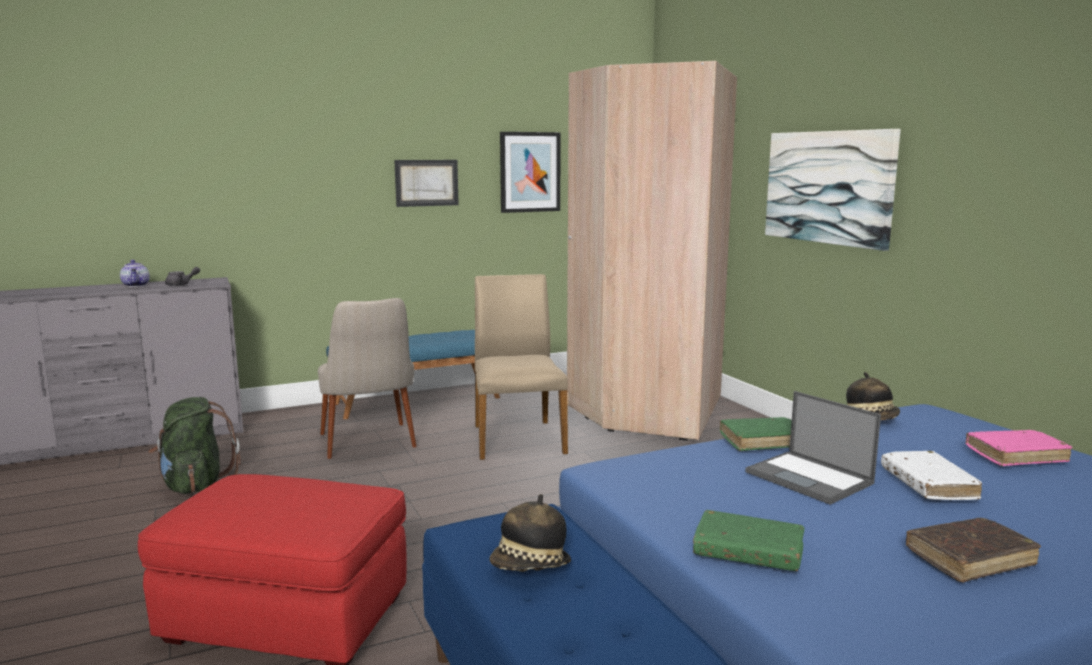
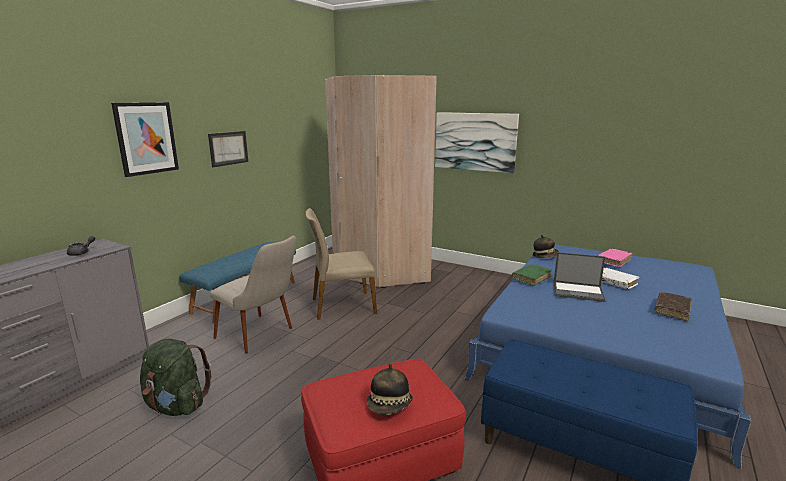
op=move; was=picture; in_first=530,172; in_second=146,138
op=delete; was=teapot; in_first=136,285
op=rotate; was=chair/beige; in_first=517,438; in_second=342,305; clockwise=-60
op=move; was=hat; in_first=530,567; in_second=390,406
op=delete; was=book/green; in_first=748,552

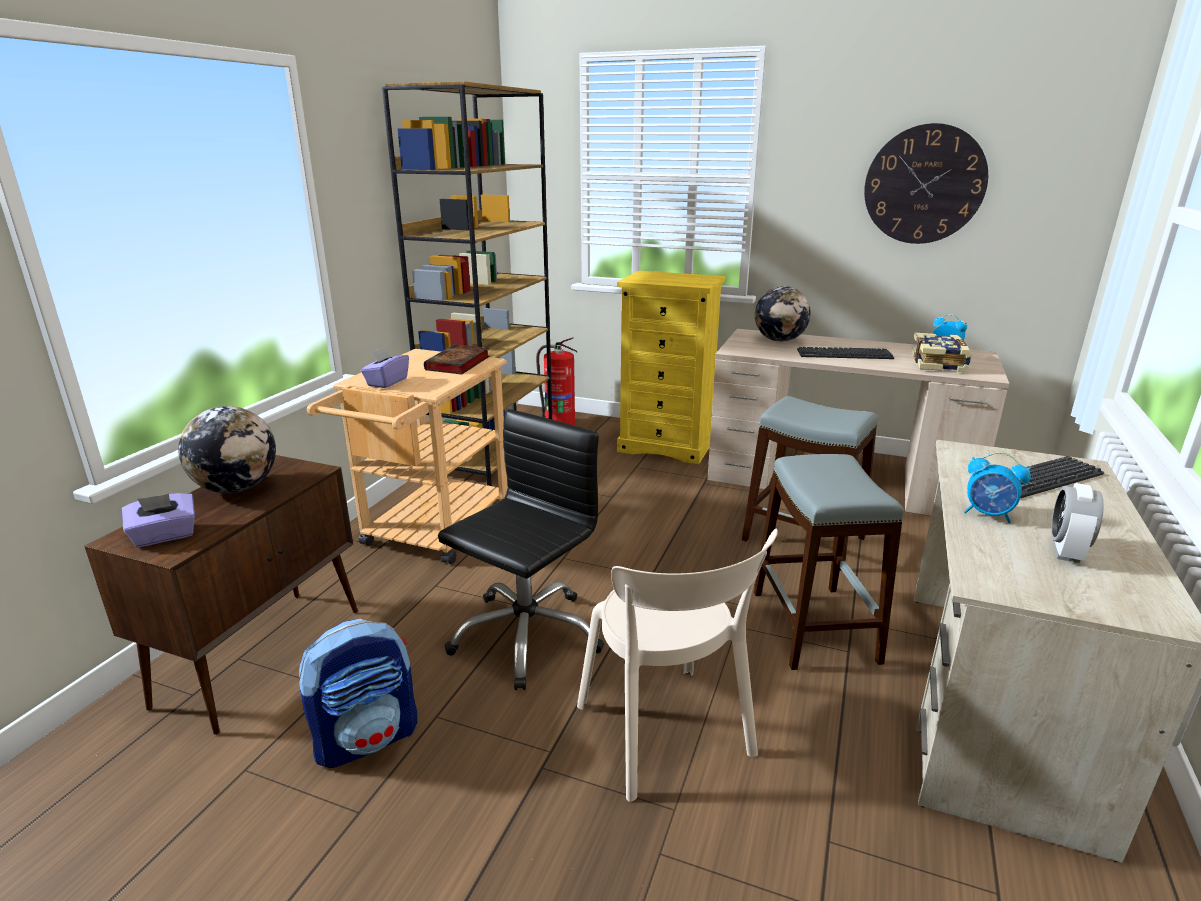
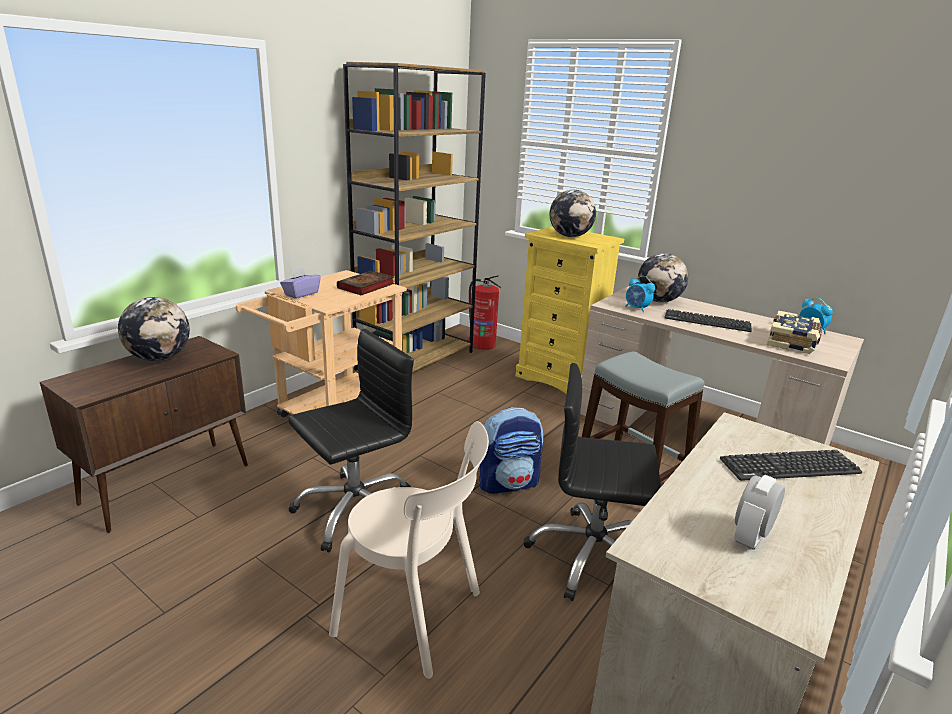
op=delete; was=wall clock; in_first=924,185
op=move; was=alarm clock; in_first=988,514; in_second=637,308
op=replace; was=stool/grey; now=office chair/black; in_first=813,626; in_second=591,556
op=delete; was=tissue box/purple; in_first=165,536
op=rotate; was=chair/beige; in_first=667,735; in_second=414,616; clockwise=-60
op=move; was=backpack; in_first=367,738; in_second=508,483
op=insert; now=globe; in_second=570,236

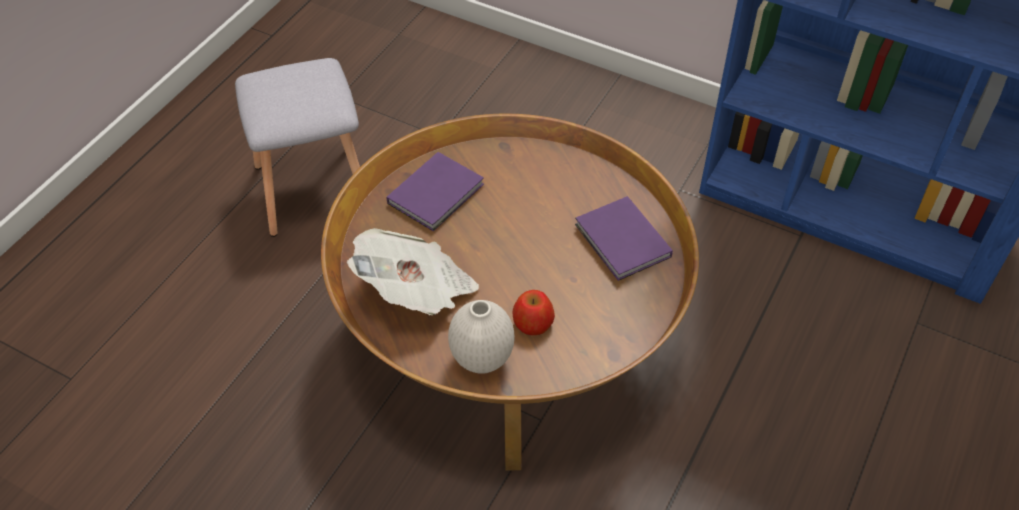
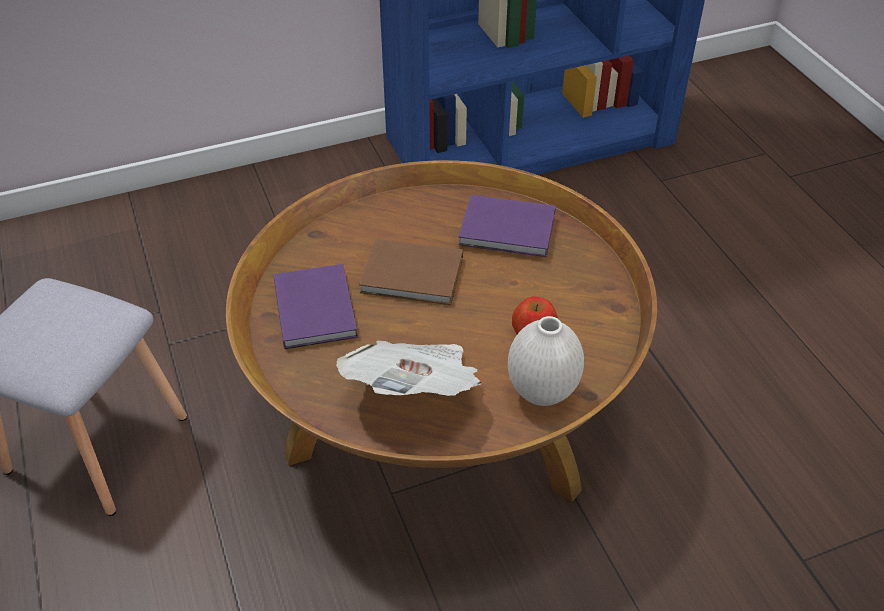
op=insert; now=book/brown; in_second=414,276

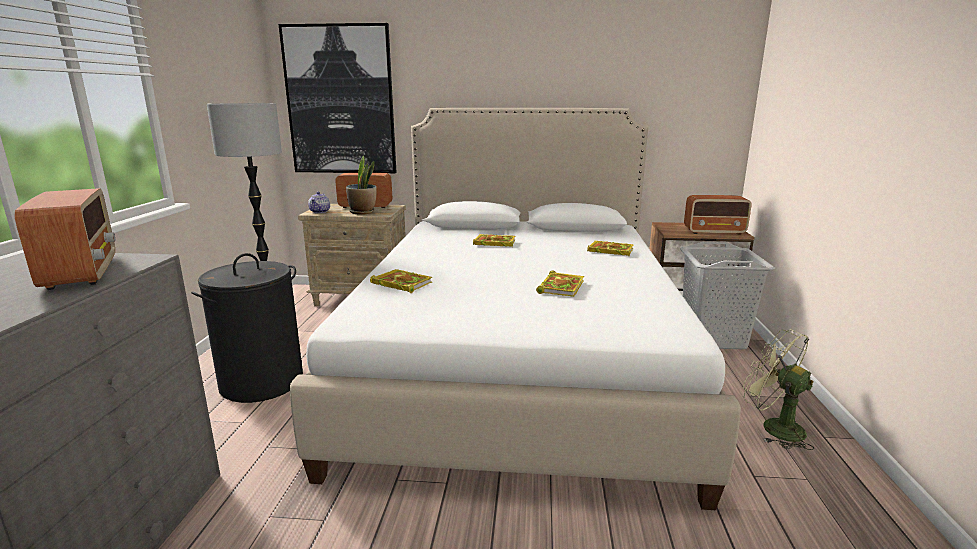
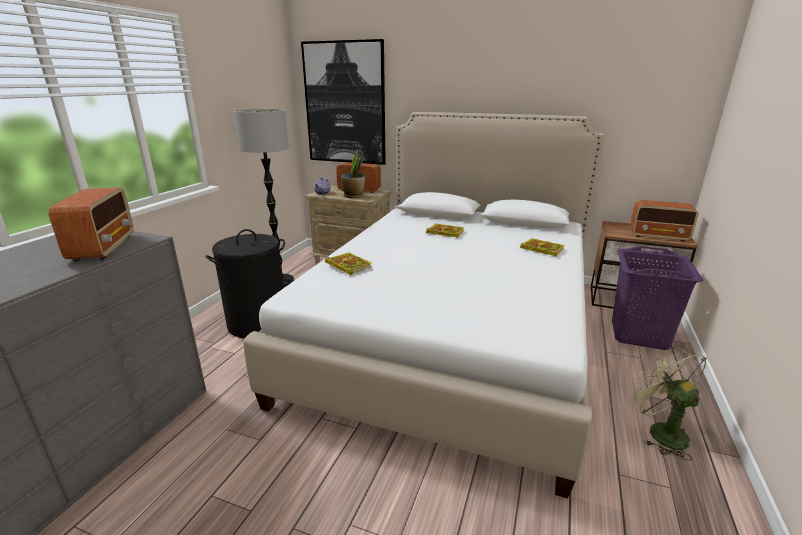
op=recolor; was=laundry basket/grey; now=laundry basket/purple; in_first=713,338; in_second=639,334
op=delete; was=book; in_first=560,287

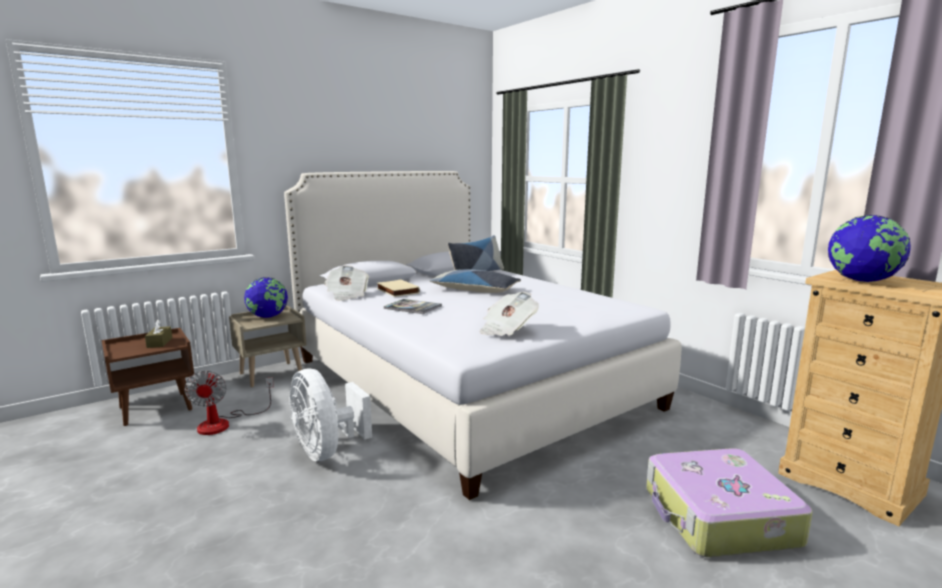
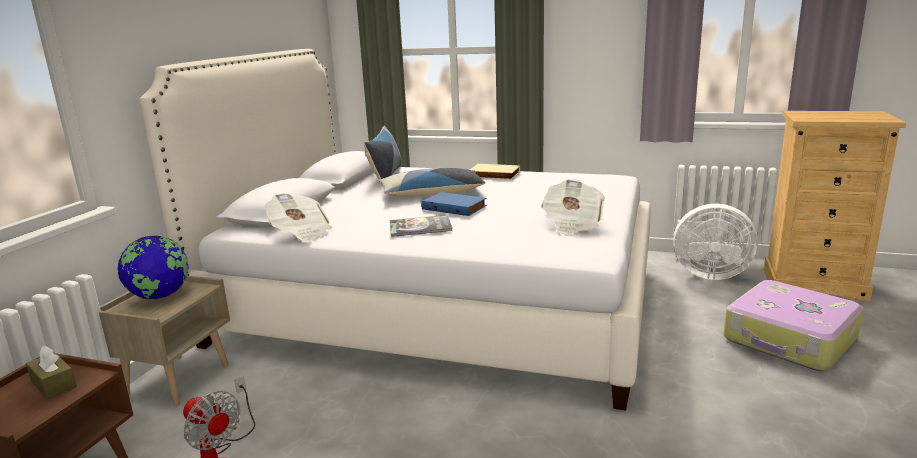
op=delete; was=globe; in_first=862,281
op=move; was=book/beige; in_first=396,291; in_second=493,175
op=move; was=fan/white; in_first=327,450; in_second=707,274
op=insert; now=book/blue; in_second=455,207

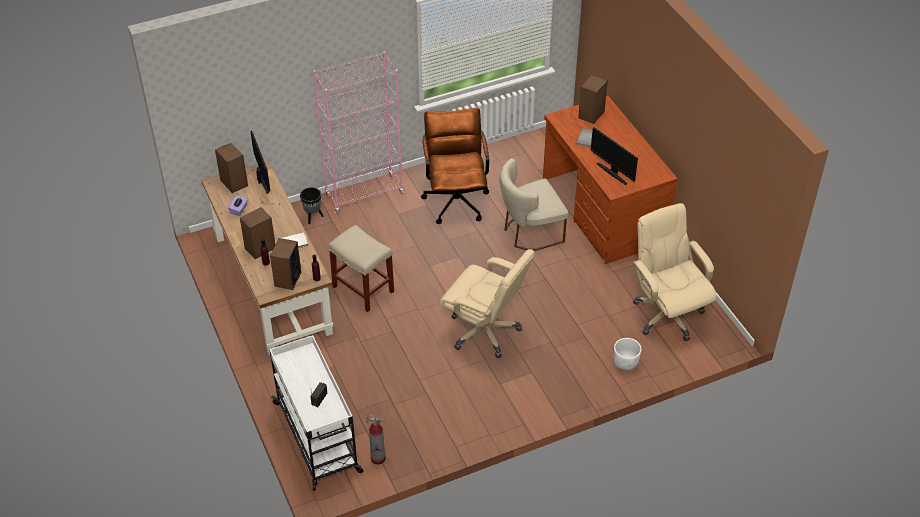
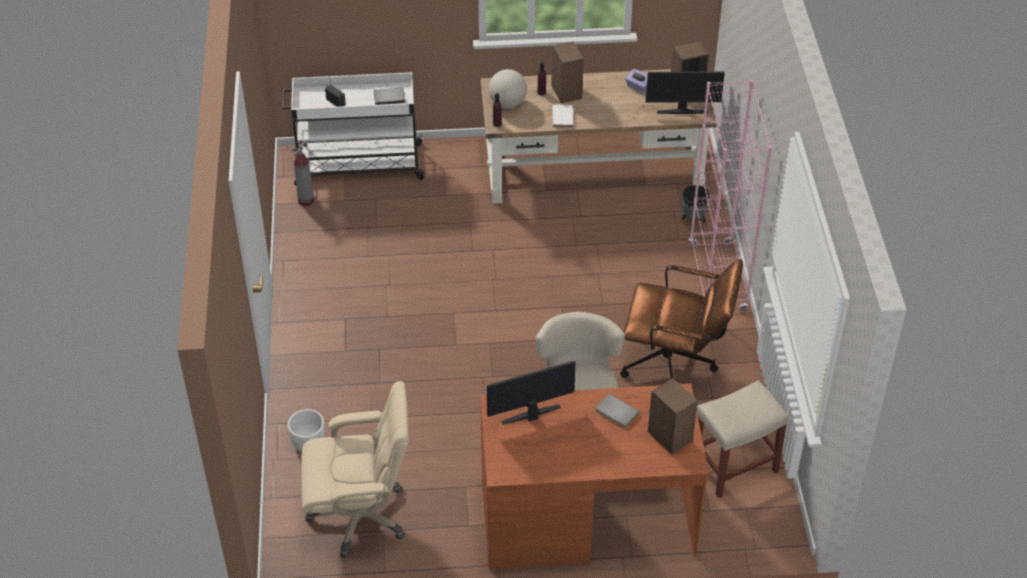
op=move; was=stool/beige; in_first=364,289; in_second=733,467
op=replace; was=speaker; now=globe; in_first=287,279; in_second=508,103
op=delete; was=office chair/beige; in_first=485,331
op=insert; now=book/grey; in_second=389,97

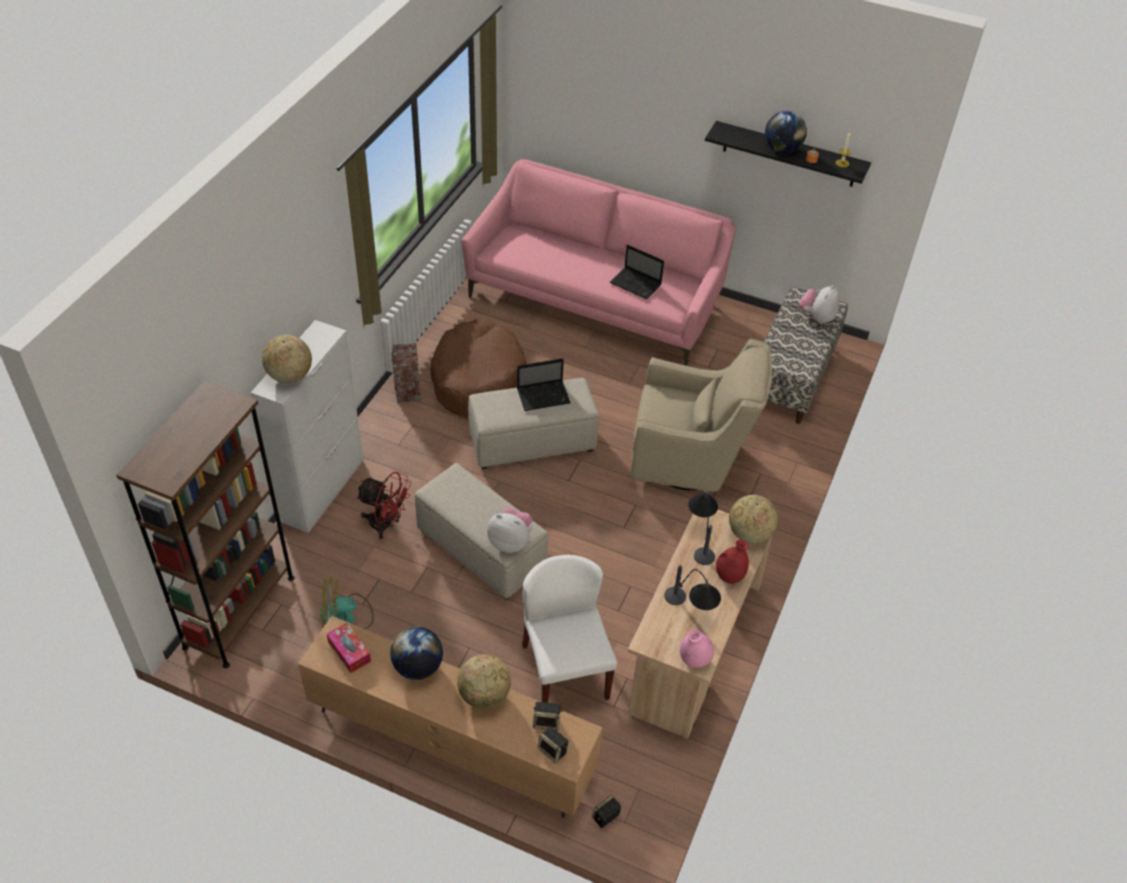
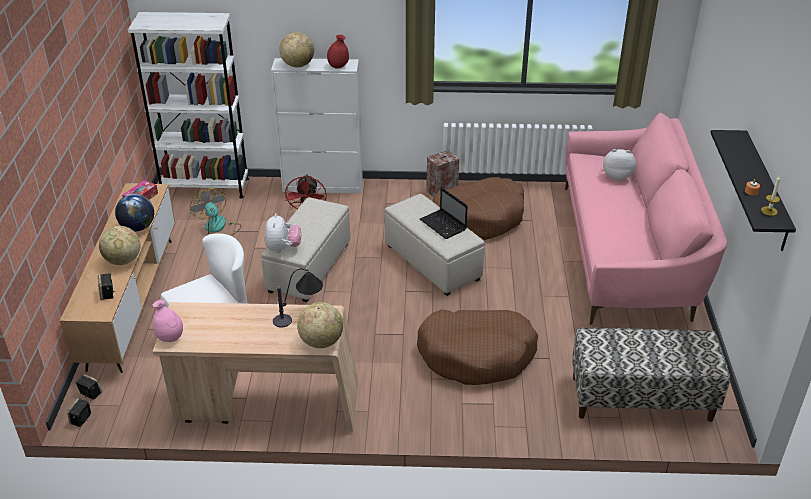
op=delete; was=globe; in_first=782,149
op=delete; was=laptop; in_first=636,284
op=move; was=plush toy; in_first=817,317; in_second=616,176
op=replace; was=armchair/beige; now=dog bed/brown; in_first=691,460; in_second=477,354
op=recolor; was=bookcase/brown; now=bookcase/white; in_first=239,612; in_second=205,187
op=move; was=vase/red; in_first=729,576; in_second=338,66
op=delete; was=table lamp; in_first=691,610
op=move; was=speaker; in_first=553,751; in_second=81,420

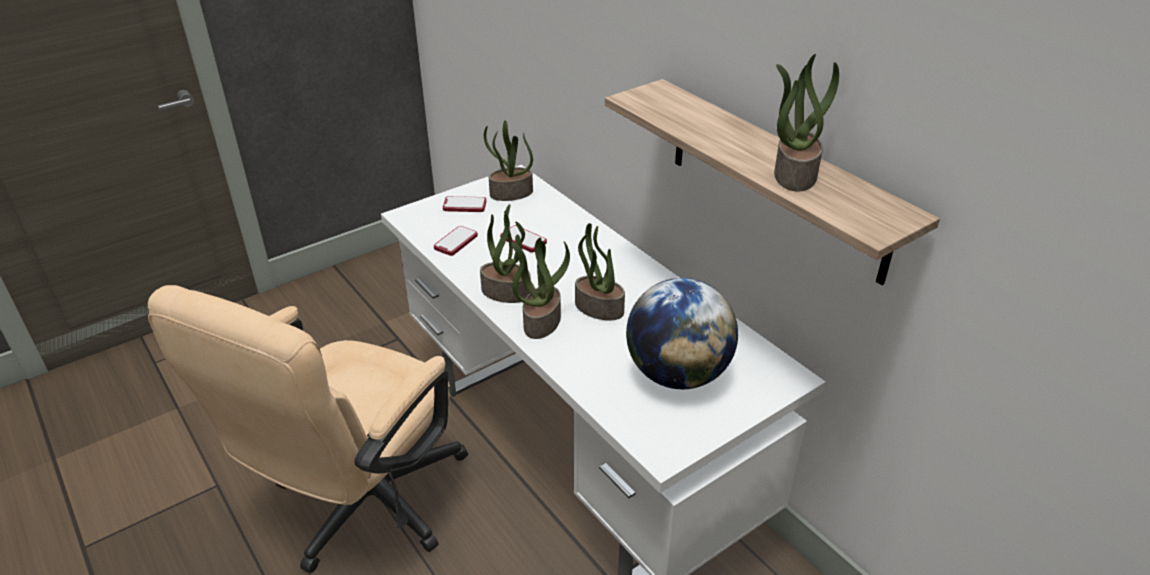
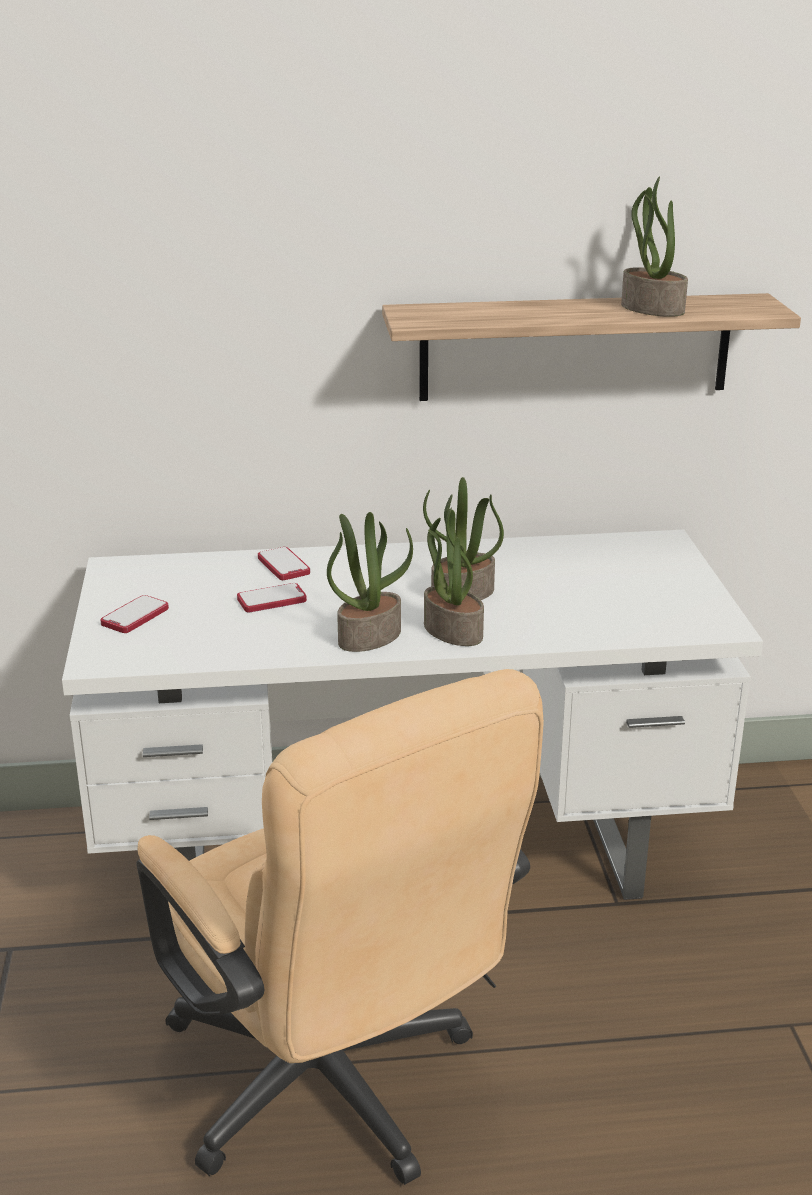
op=delete; was=potted plant; in_first=511,194
op=move; was=phone; in_first=456,242; in_second=283,565
op=delete; was=globe; in_first=677,374

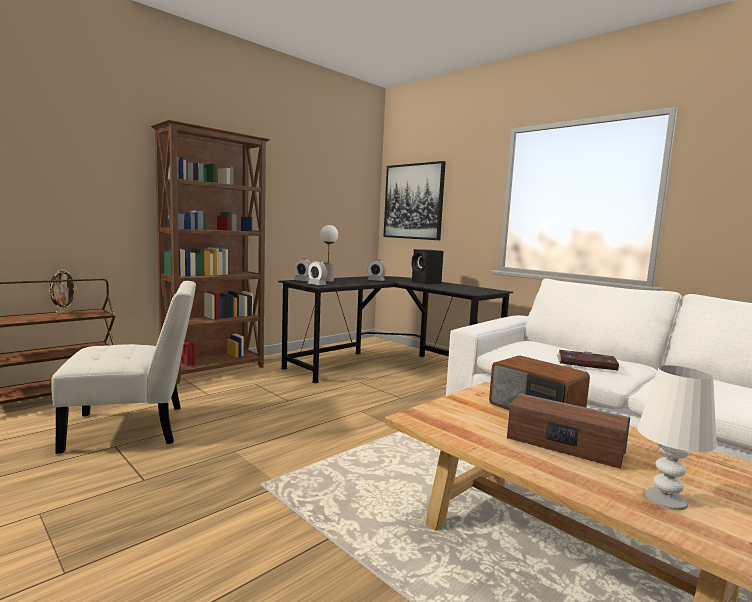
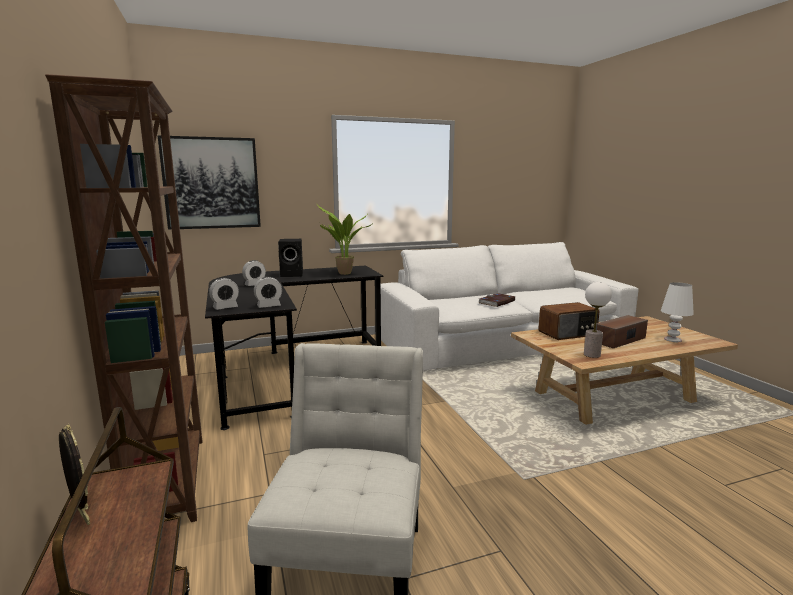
op=move; was=table lamp; in_first=328,281; in_second=592,355
op=insert; now=potted plant; in_second=343,274

